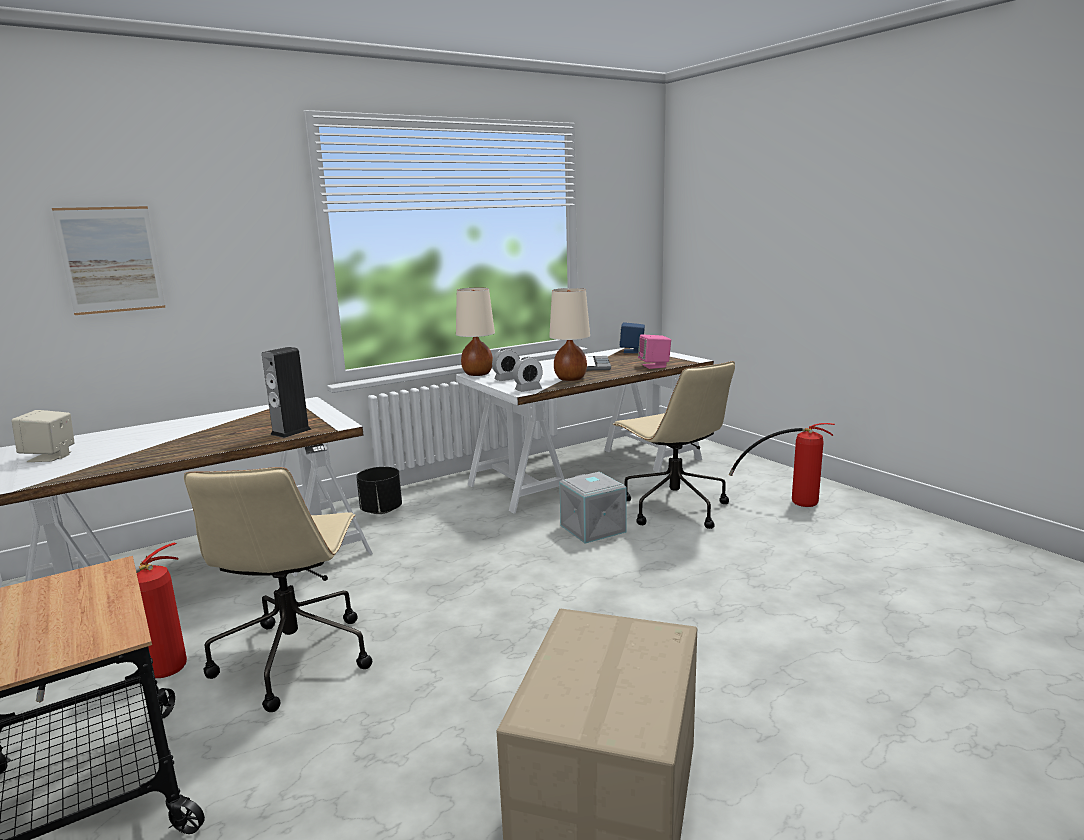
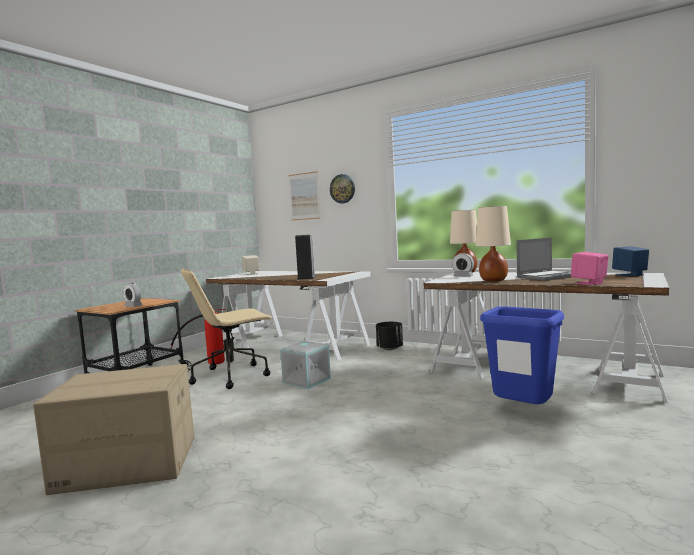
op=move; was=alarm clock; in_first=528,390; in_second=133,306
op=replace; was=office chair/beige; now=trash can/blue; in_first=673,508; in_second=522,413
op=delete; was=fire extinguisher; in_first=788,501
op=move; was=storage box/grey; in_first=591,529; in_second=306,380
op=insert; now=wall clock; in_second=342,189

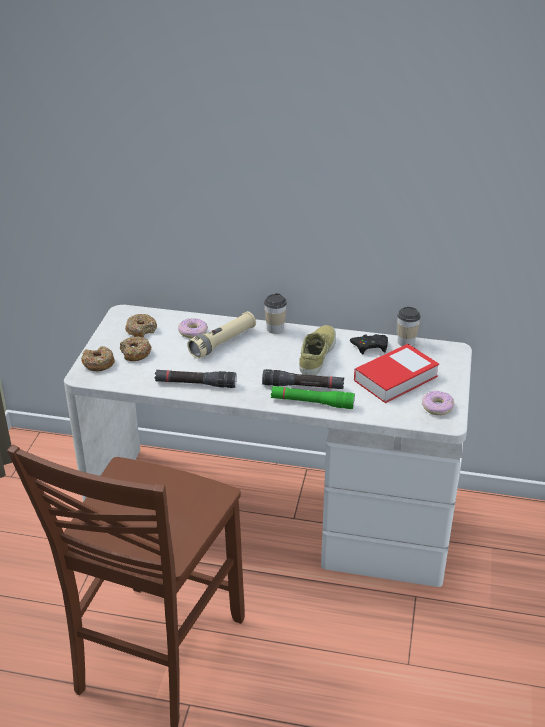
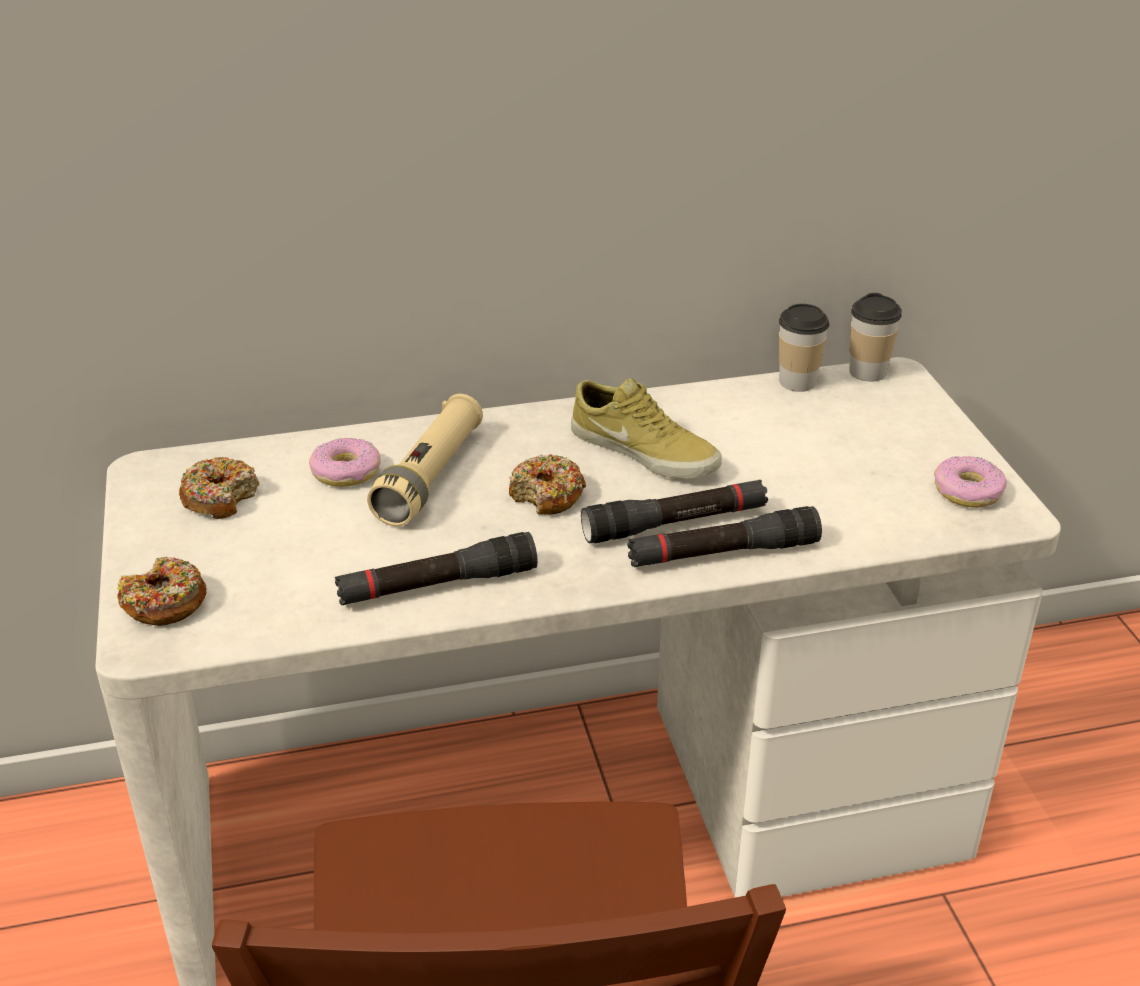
op=move; was=cup; in_first=275,329; in_second=867,372
op=rotate; was=shoe/beige; in_first=316,354; in_second=646,450; clockwise=135
op=delete; was=game controller/black; in_first=370,346
op=move; was=donut; in_first=135,353; in_second=547,495
op=delete; was=book; in_first=395,378
op=recolor; was=flashlight/green; now=flashlight/black; in_first=312,403; in_second=722,553

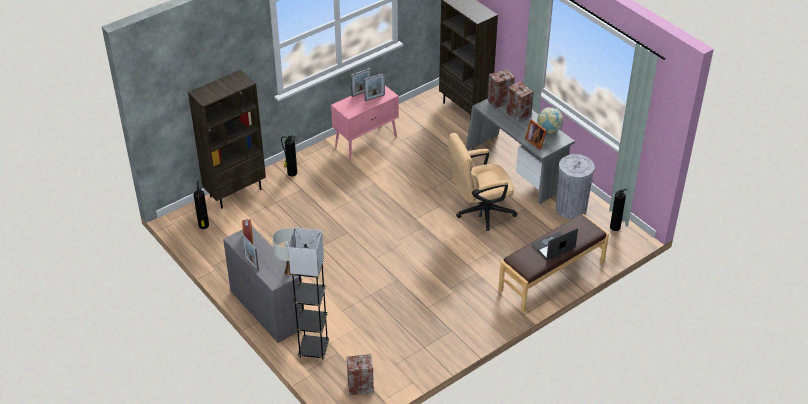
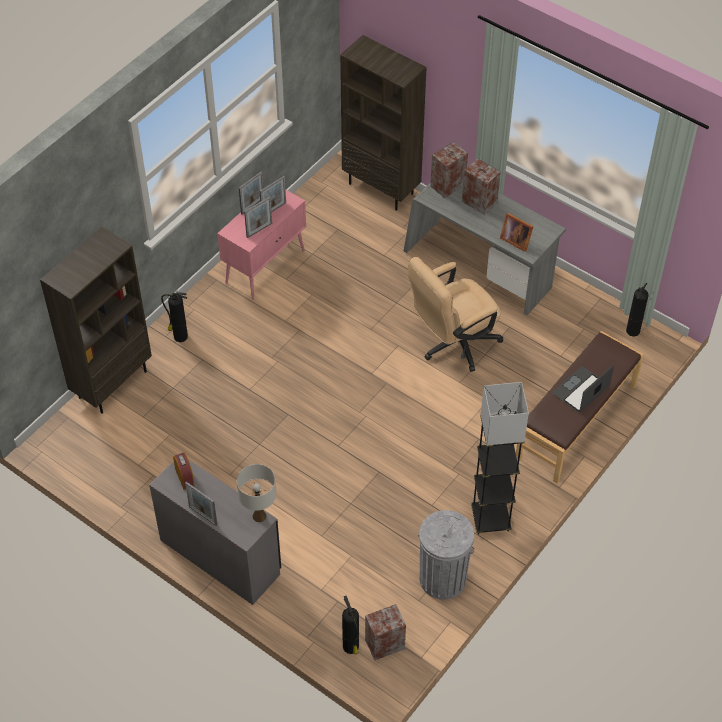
op=delete; was=globe; in_first=549,130
op=move; was=trash can/grey; in_first=571,208; in_second=442,578
op=move; was=fire extinguisher; in_first=203,226; in_second=351,647
op=move; was=floor lamp/grey; in_first=313,349; in_second=490,519
op=insert; now=picture frame; in_second=259,230

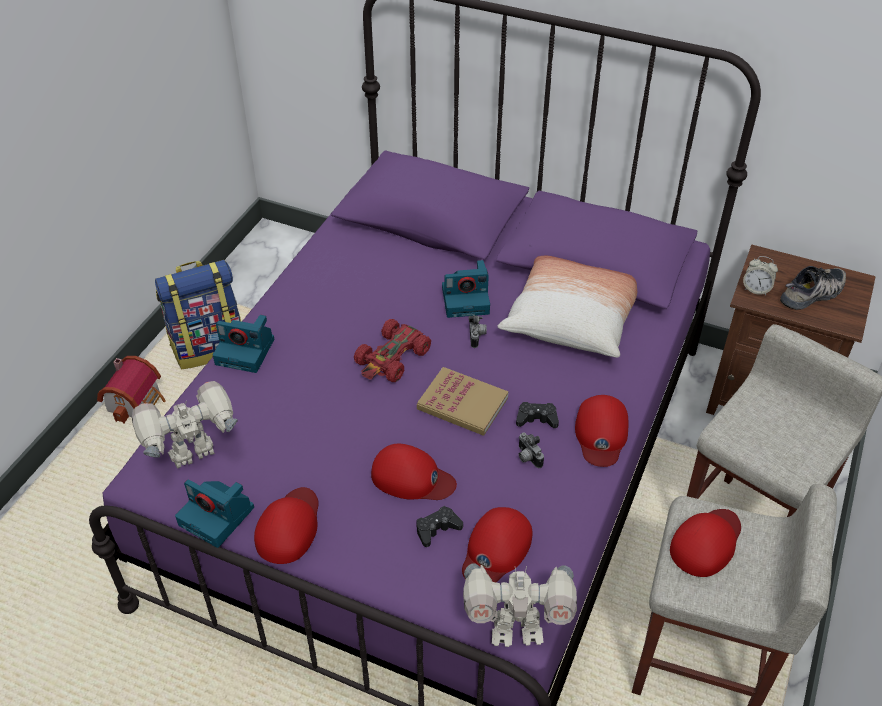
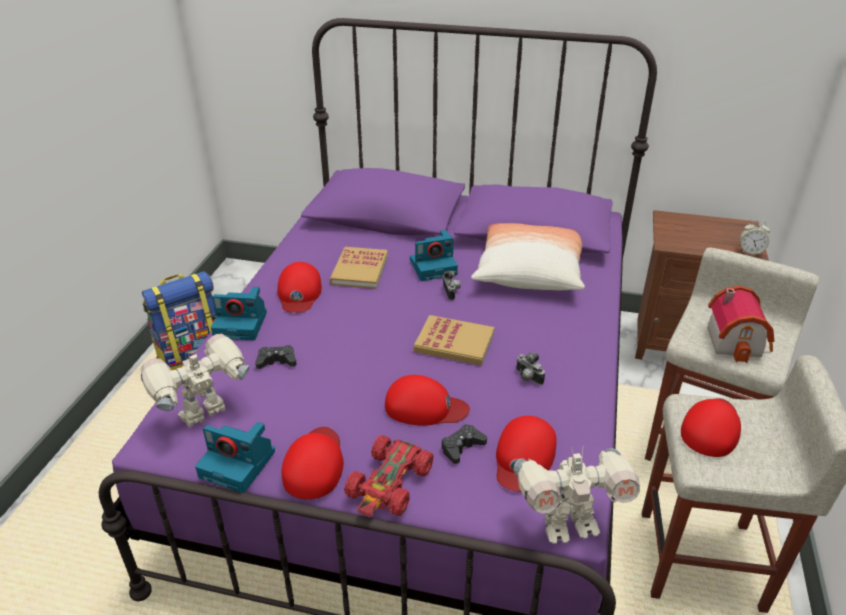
op=move; was=alarm clock; in_first=756,289; in_second=750,251
op=delete; was=shoe; in_first=813,294
op=move; was=toy car/red; in_first=392,358; in_second=390,484
op=move; was=toy house; in_first=137,402; in_second=737,341
op=move; was=cap/red; in_first=601,434; in_second=299,293
op=move; was=game controller/black; in_first=536,419; in_second=277,361
op=insert; now=book; in_second=360,270

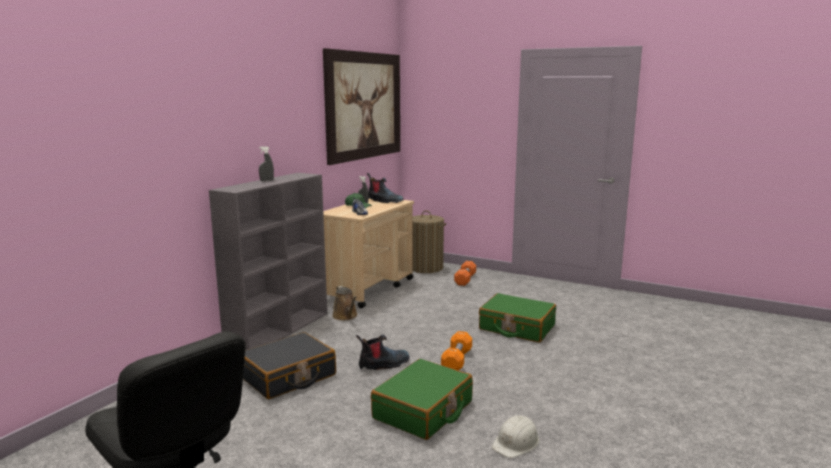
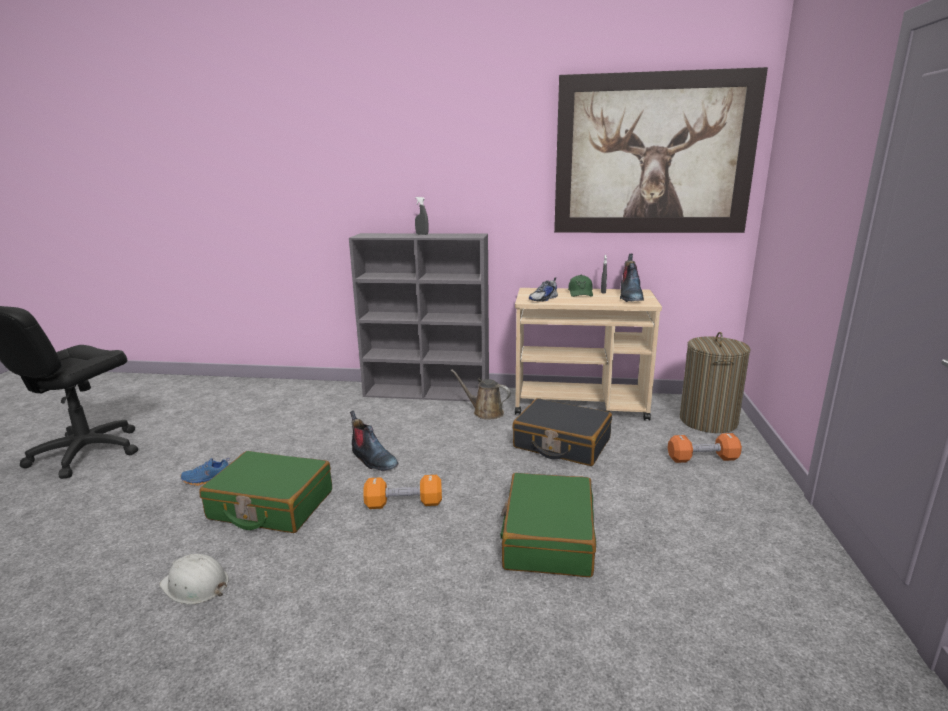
op=rotate; was=watering can/brown; in_first=346,316; in_second=485,412; clockwise=75
op=move; was=suitcase/black; in_first=288,376; in_second=561,443
op=insert; now=shoe/blue; in_second=207,480

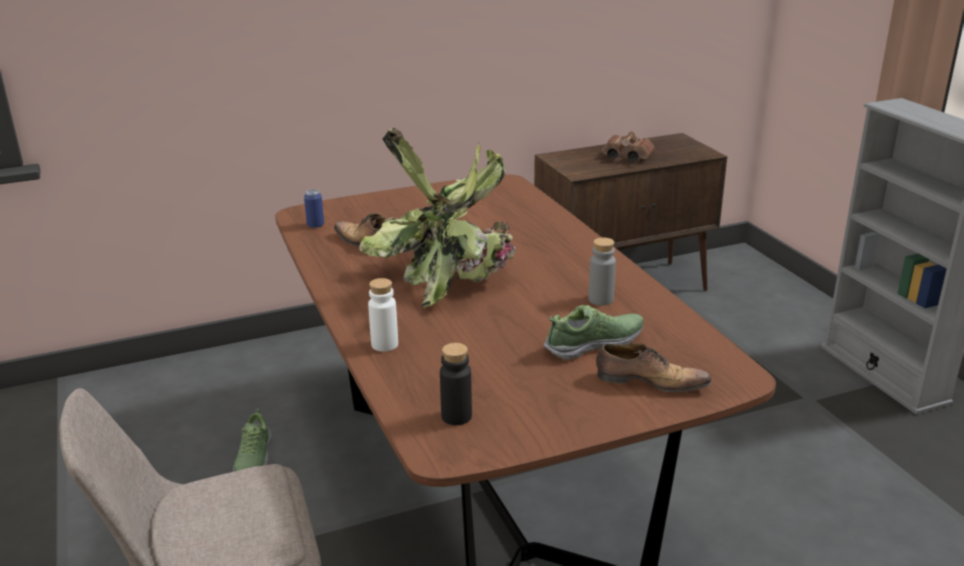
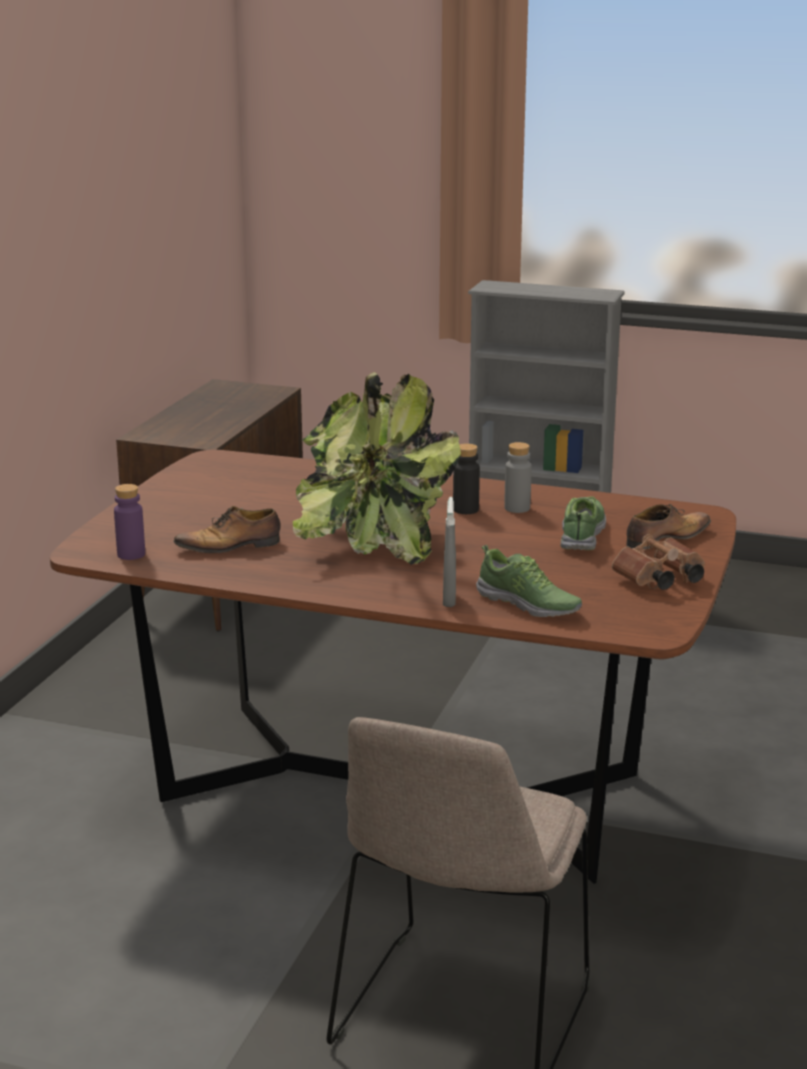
op=move; was=binoculars/brown; in_first=625,158; in_second=658,581
op=replace; was=can; now=bottle/purple; in_first=315,225; in_second=131,554
op=replace; was=bottle/white; now=spray bottle/grey; in_first=384,344; in_second=449,600
op=move; was=bottle/black; in_first=456,416; in_second=465,510
op=move; was=shoe; in_first=253,458; in_second=529,605

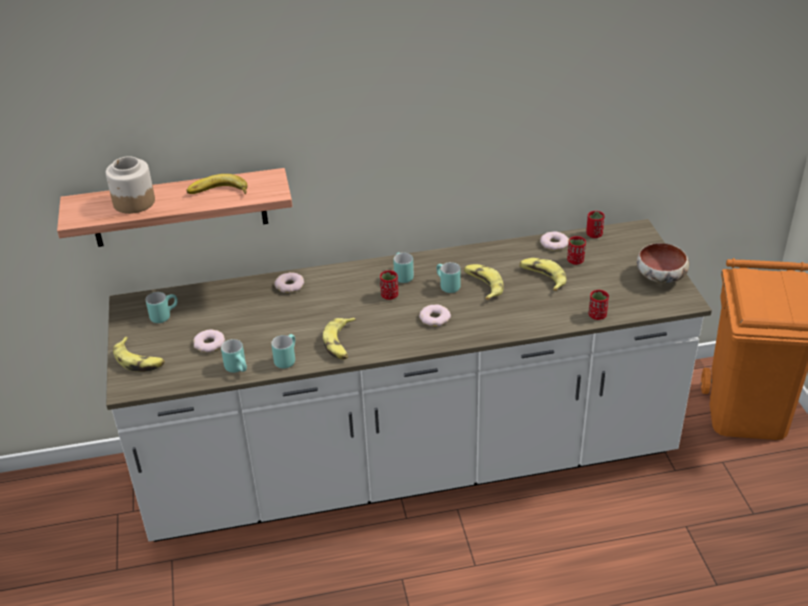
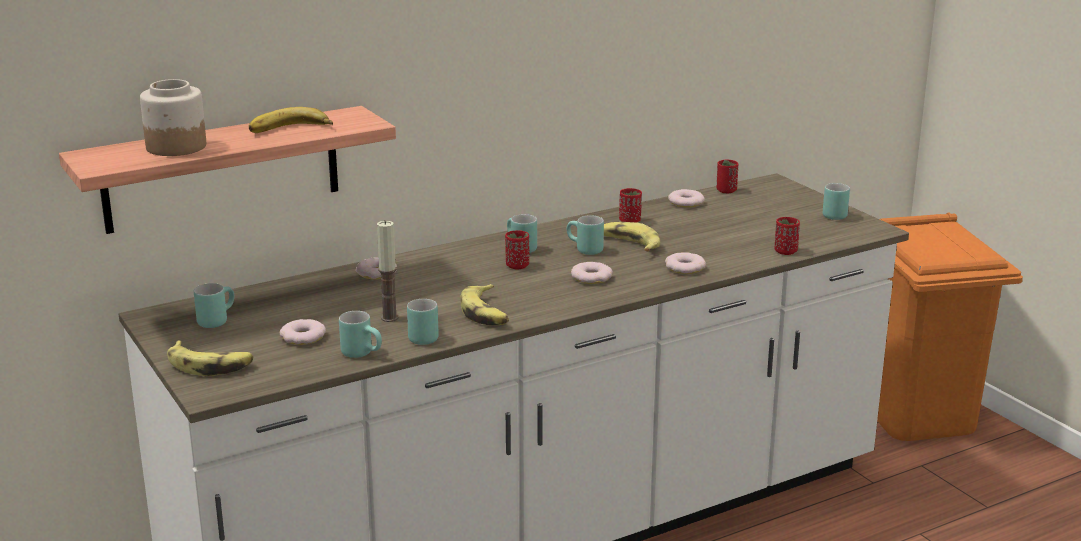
op=move; was=cup/red; in_first=575,261; in_second=630,221
op=replace; was=bowl; now=mug/turquoise; in_first=661,277; in_second=831,214
op=delete; was=banana; in_first=542,277
op=insert; now=candle; in_second=389,318
op=insert; now=donut; in_second=685,268

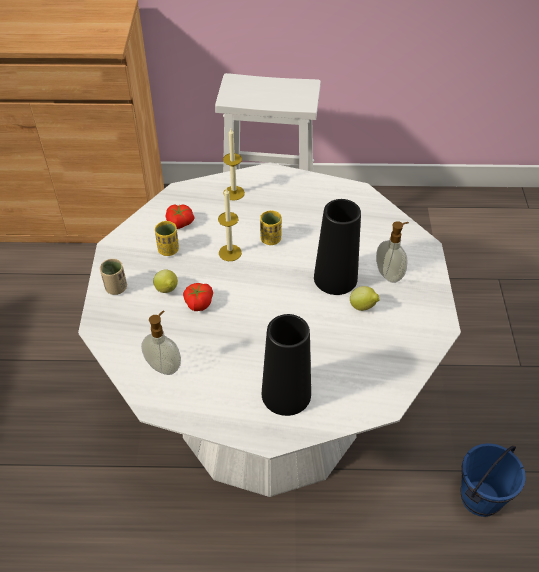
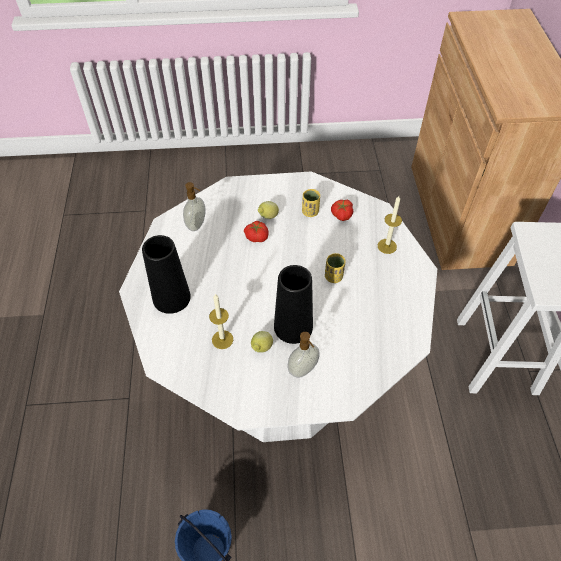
op=move; was=candle; in_first=230,253; in_second=222,339
op=delete; was=cup/beige; in_first=116,288

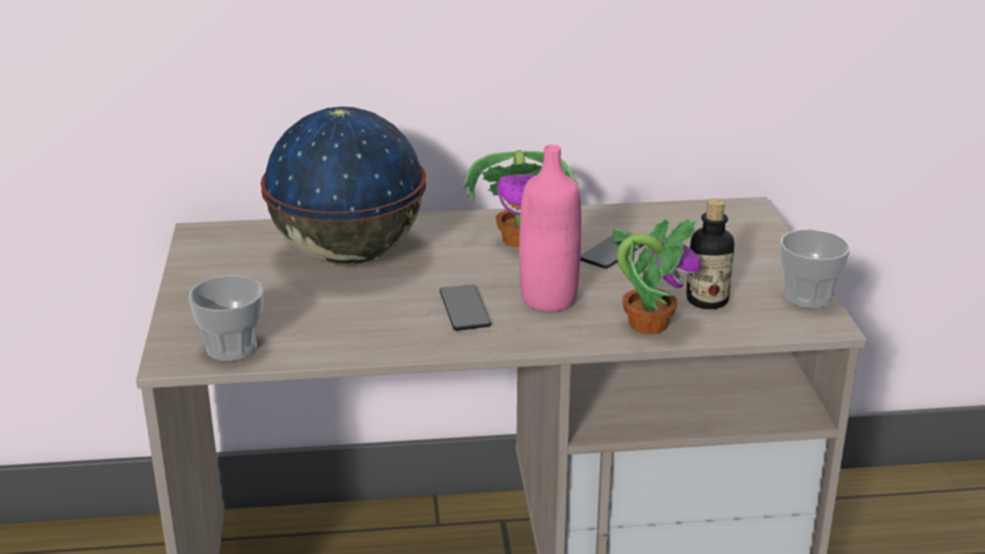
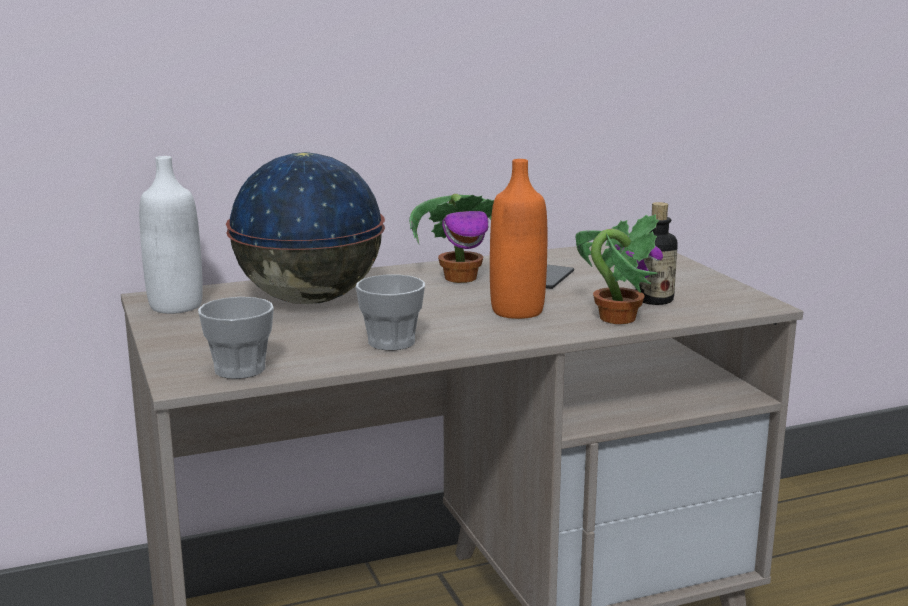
op=recolor; was=bottle/pink; now=bottle/orange; in_first=548,299; in_second=517,311
op=move; was=cup; in_first=808,297; in_second=391,342
op=delete; was=phone; in_first=464,309
op=insert; now=bottle/white; in_second=175,306

